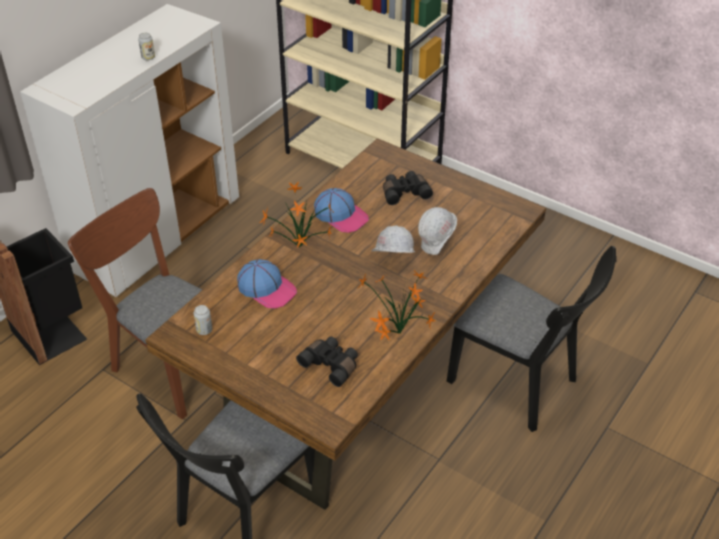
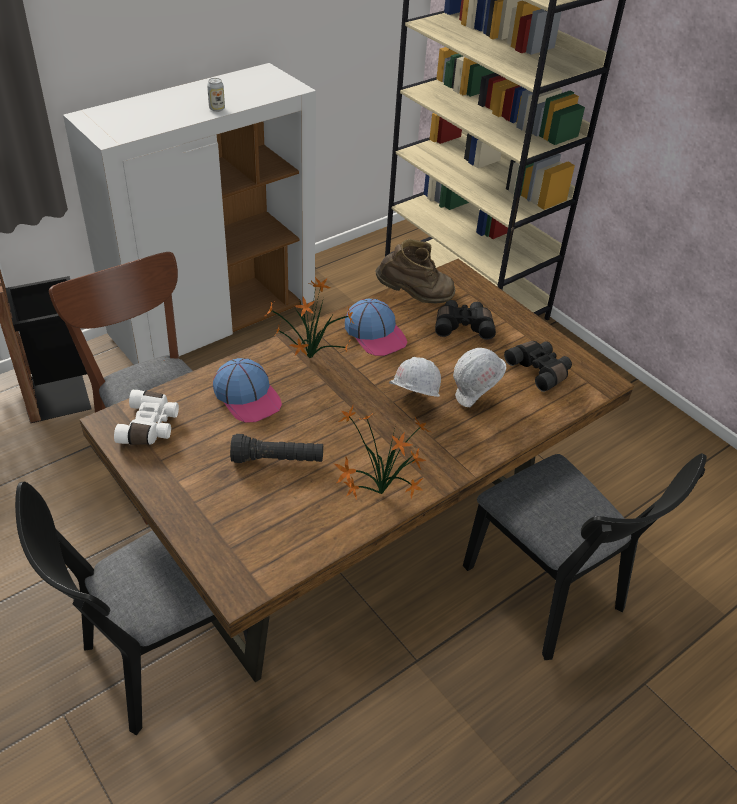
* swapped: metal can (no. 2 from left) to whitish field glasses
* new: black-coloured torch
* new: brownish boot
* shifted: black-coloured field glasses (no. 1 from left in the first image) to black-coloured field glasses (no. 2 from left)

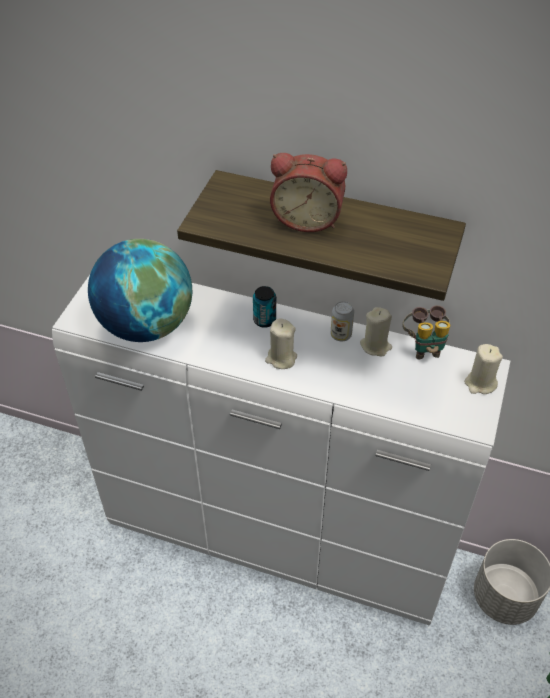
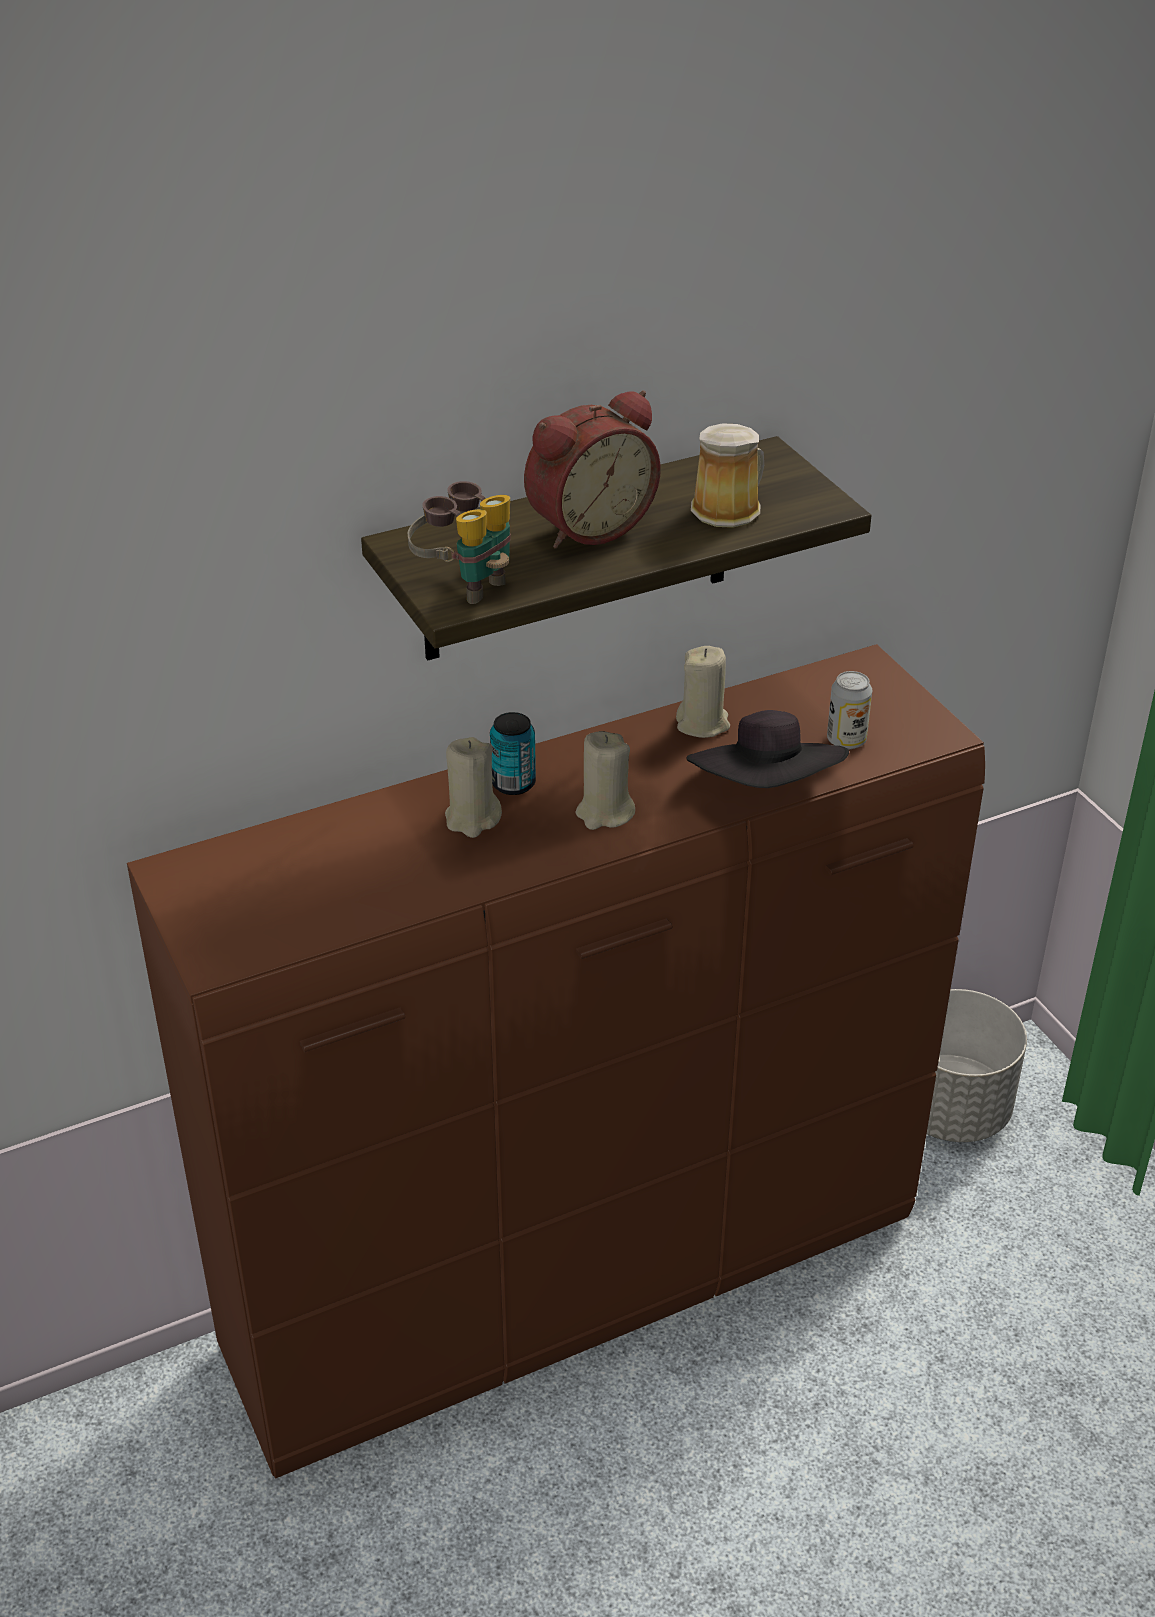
* repainted: whitish drawer chest to brownish drawer chest
* shifted: field glasses
* shifted: sand-coloured wax light (no. 3 from left in the first image) to sand-coloured wax light (no. 1 from left)
* new: black-coloured clothing hat
* new: coffee mug
* shifted: metal can (no. 2 from left)
* gone: world globe

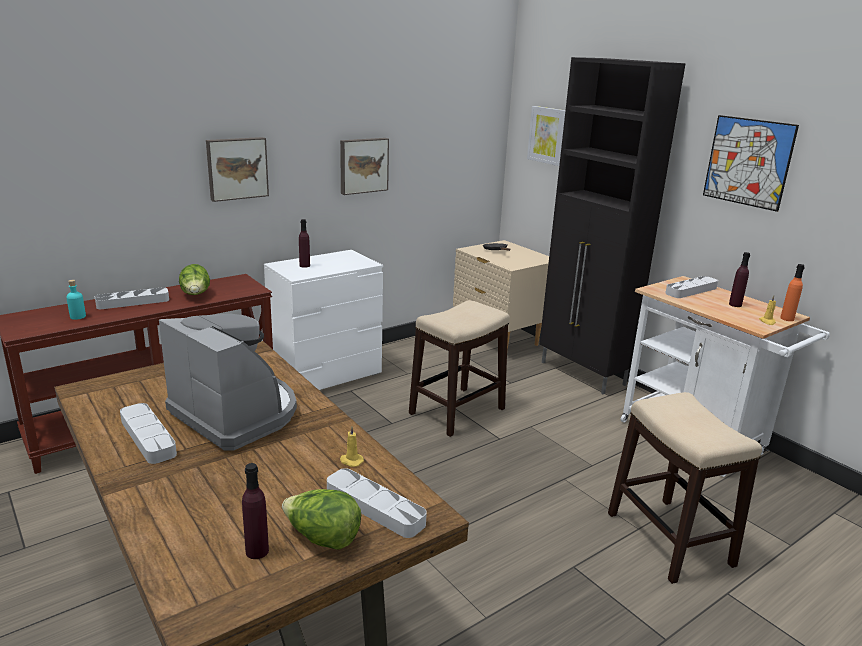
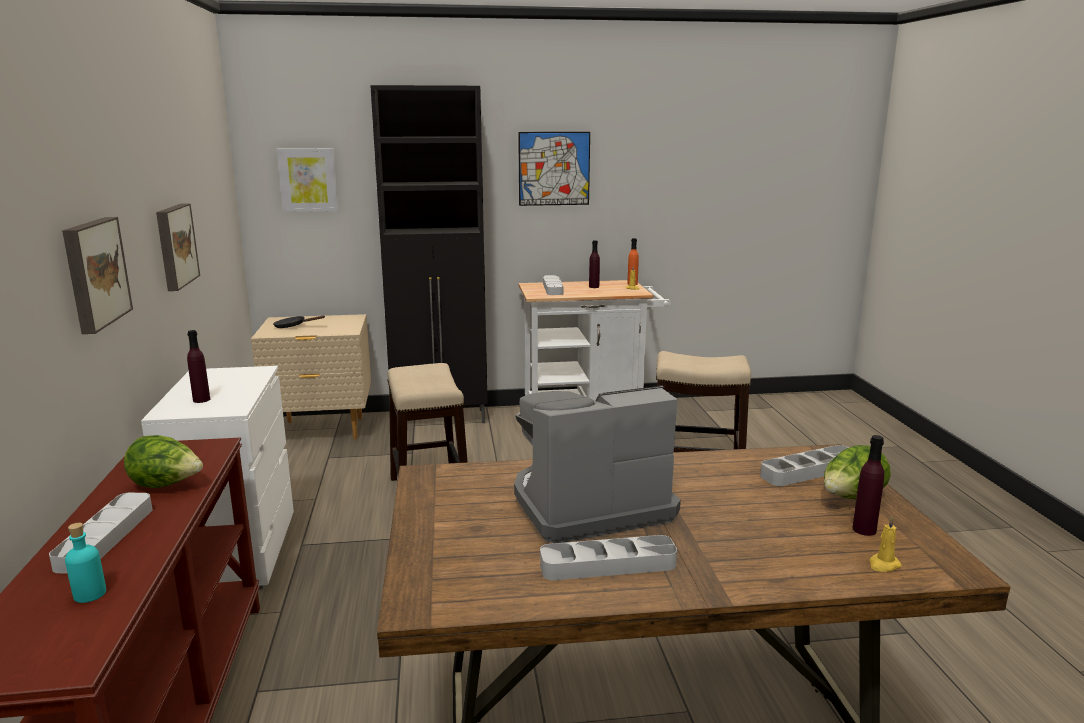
* shifted: yellow wax light (no. 1 from left in the first image) to yellow wax light (no. 2 from left)

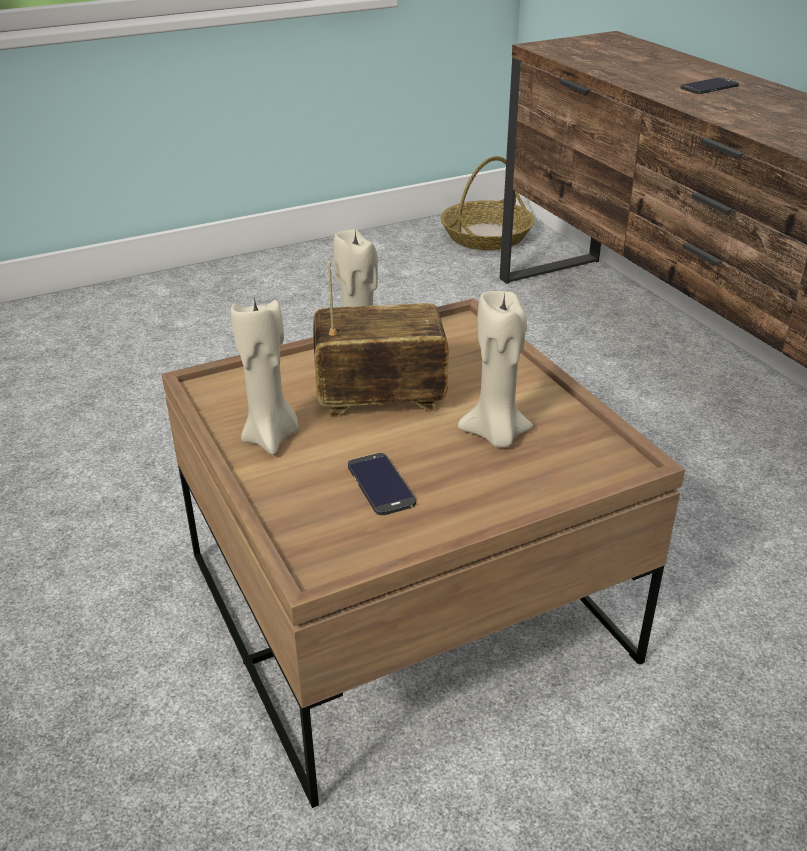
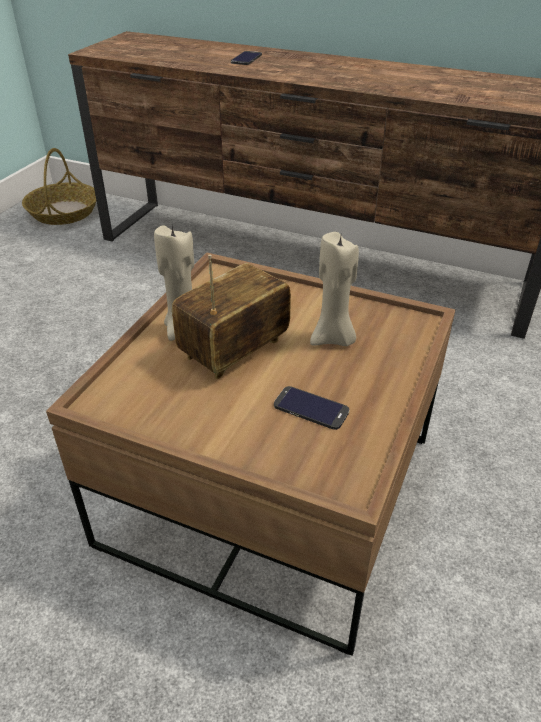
* gone: sand-coloured wax light (no. 1 from left)

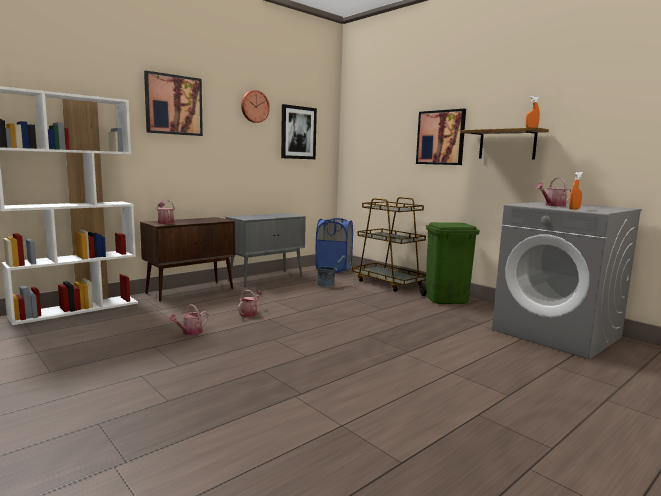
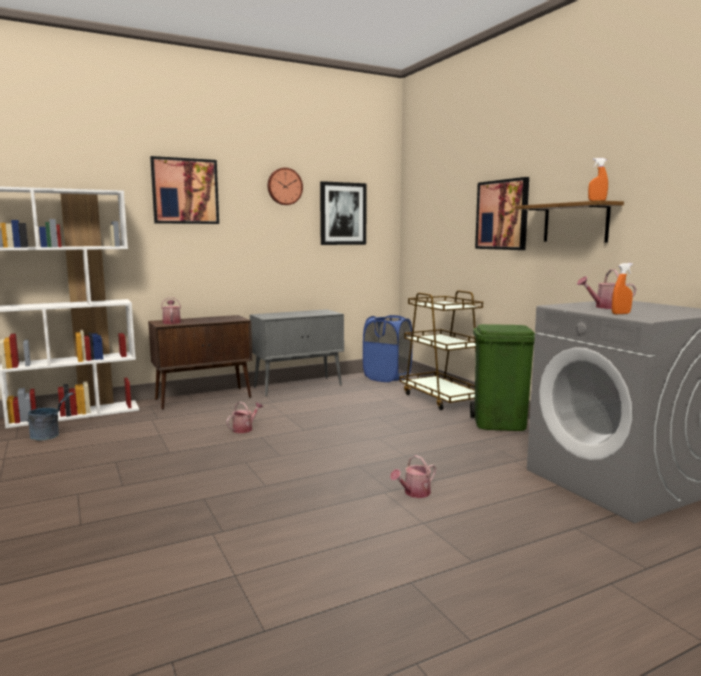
* shifted: gray water bucket
* shifted: sprinkling can (no. 2 from left in the first image) to sprinkling can (no. 3 from left)

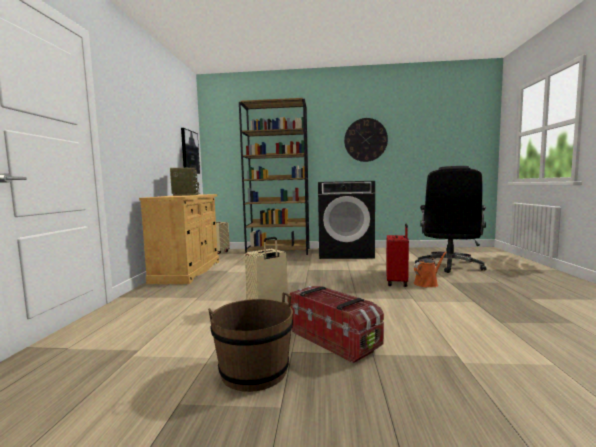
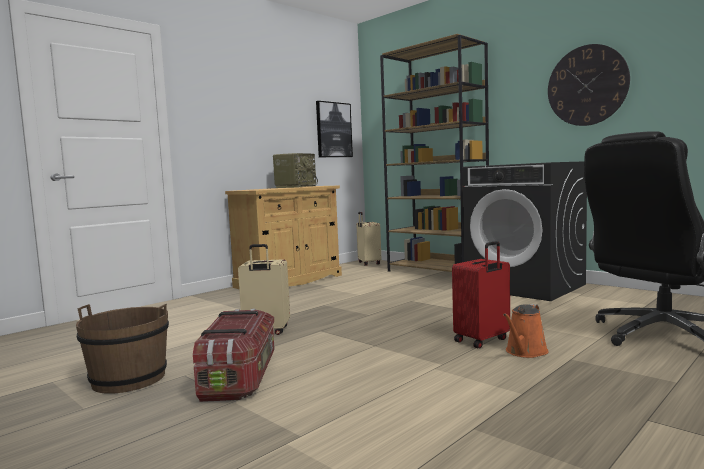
* rotated: orangey sprinkling can 120 degrees clockwise

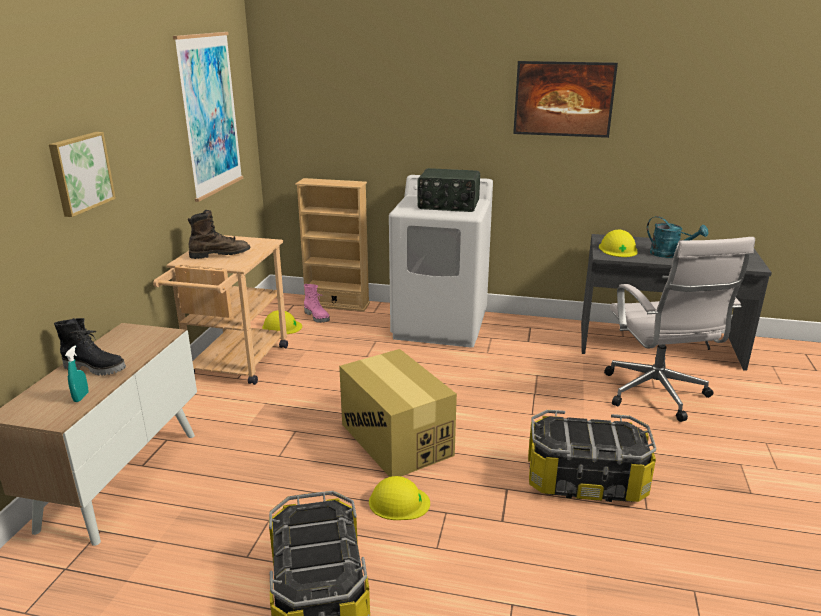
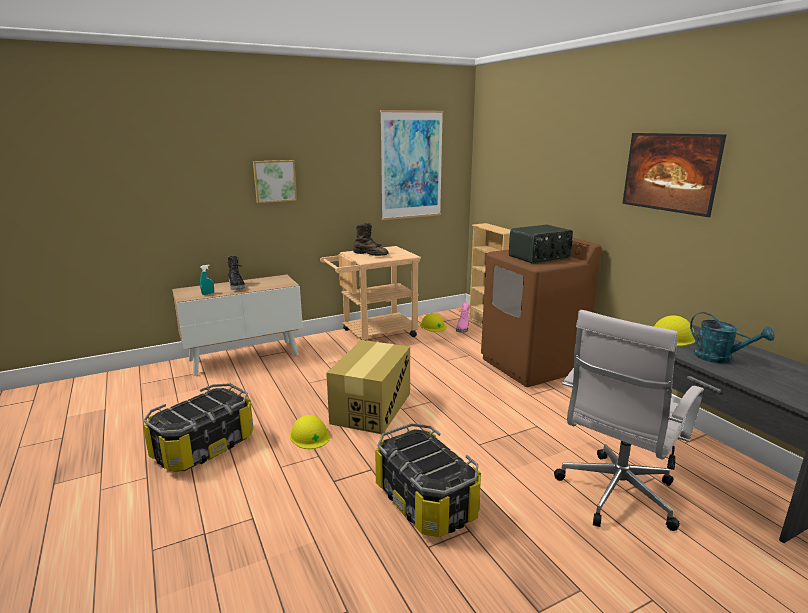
* repainted: whitish laundry appliance to brownish laundry appliance
* rotated: radio receiver 90 degrees counterclockwise
* rotated: blue-green sprinkling can 45 degrees counterclockwise

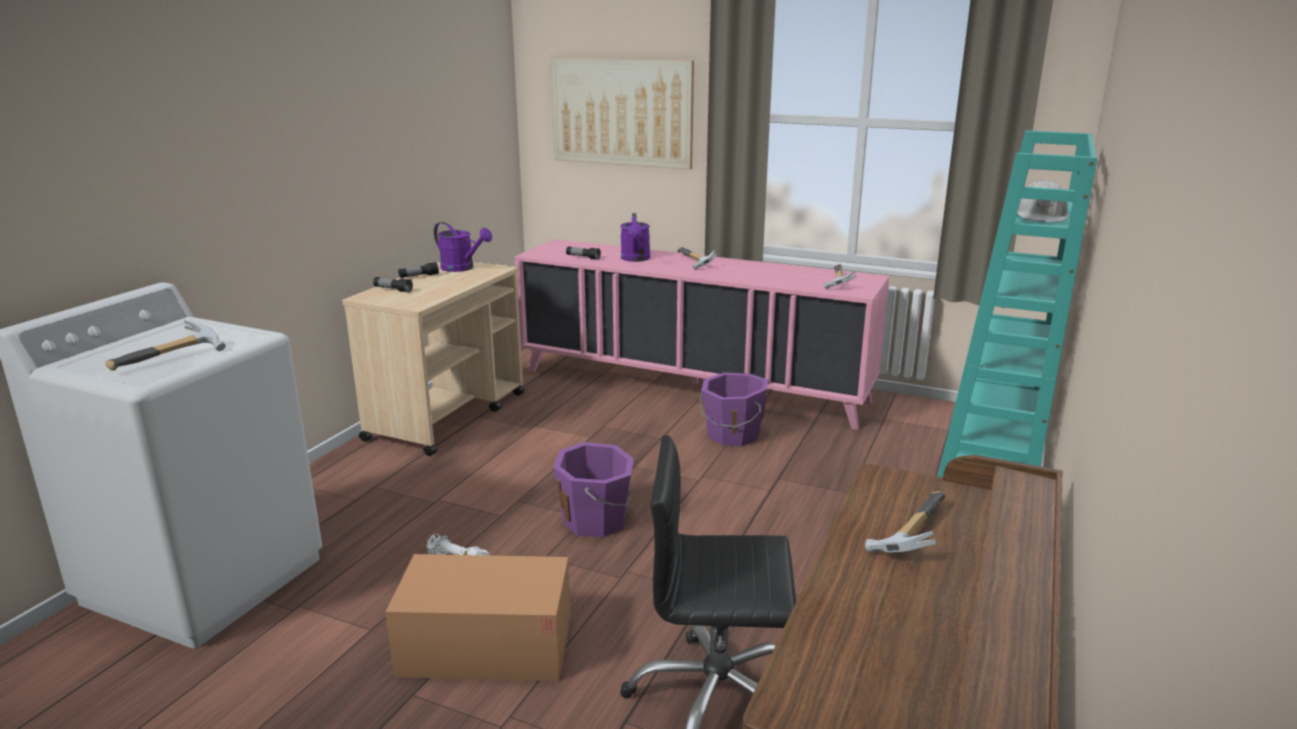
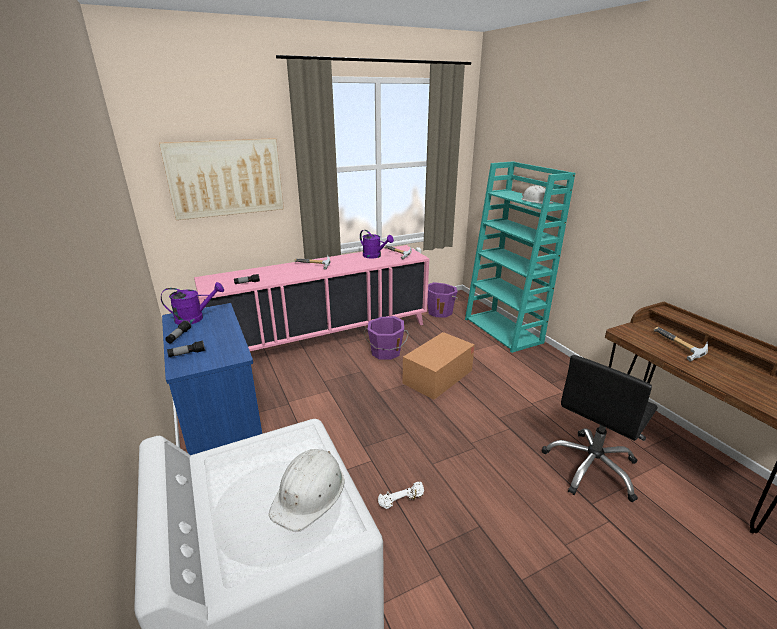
* repainted: sand-coloured trolley to bluish trolley
* swapped: hammer (no. 1 from left) to whitish safety helmet (no. 1 from left)
* shifted: purple-coloured sprinkling can (no. 2 from left)
* shifted: carton
* shifted: purple-coloured water bucket (no. 1 from left in the first image) to purple-coloured water bucket (no. 2 from left)

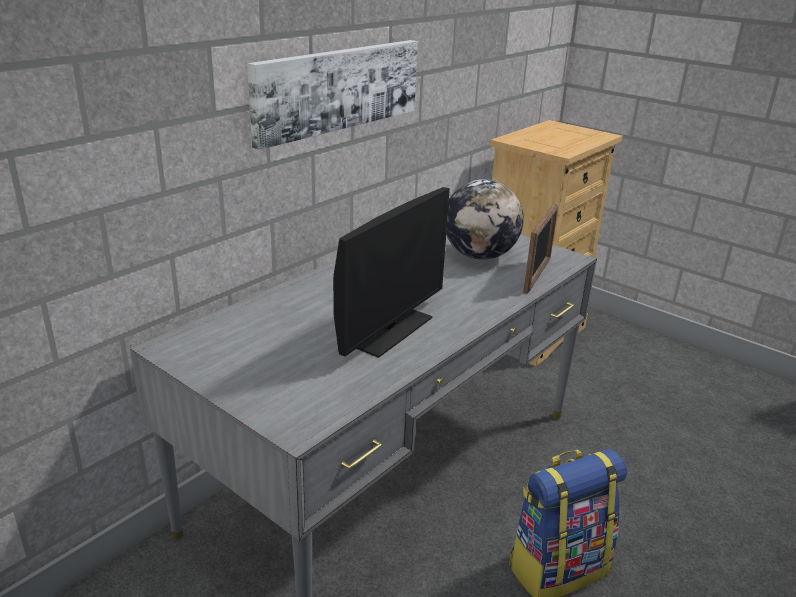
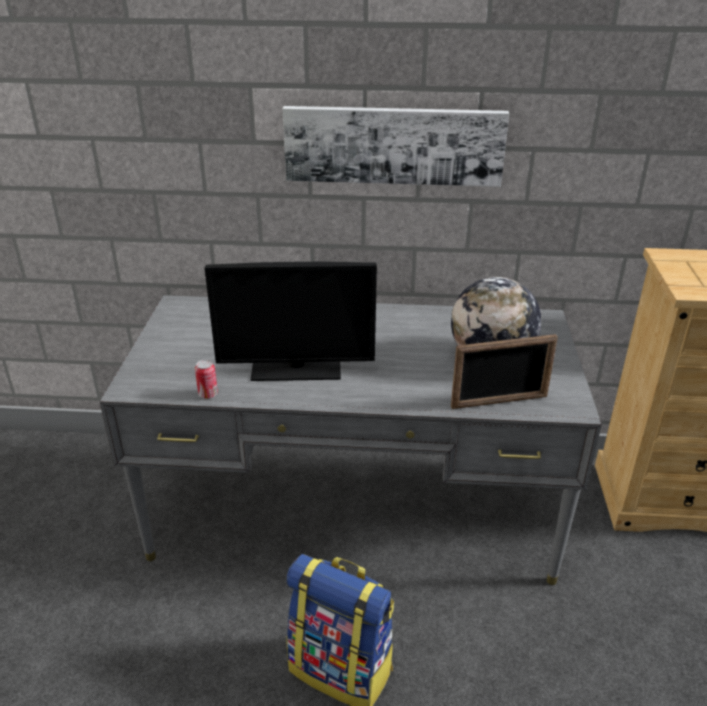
* new: metal can

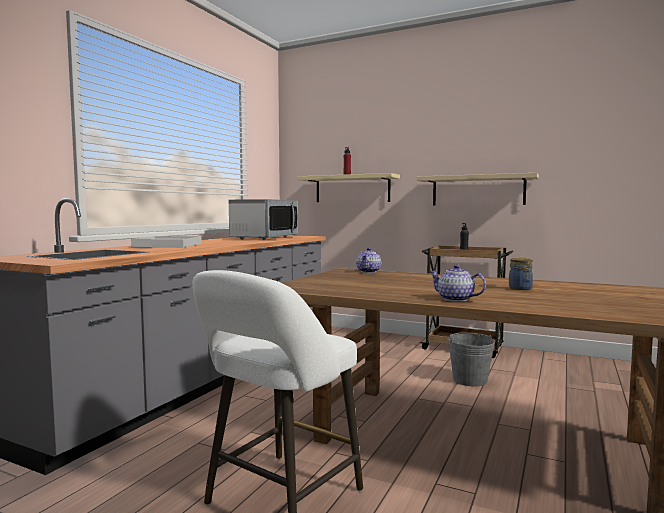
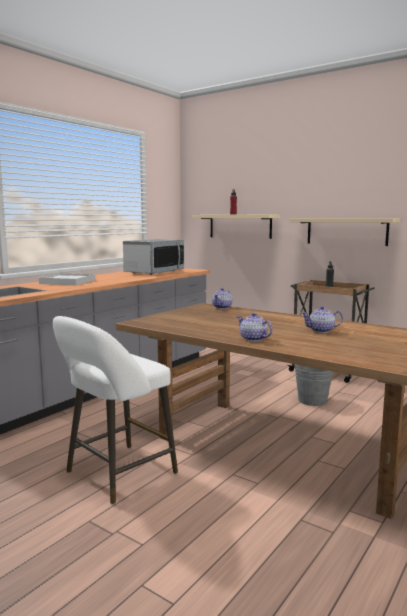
* swapped: preserve jar to tea pot (no. 3 from left)

